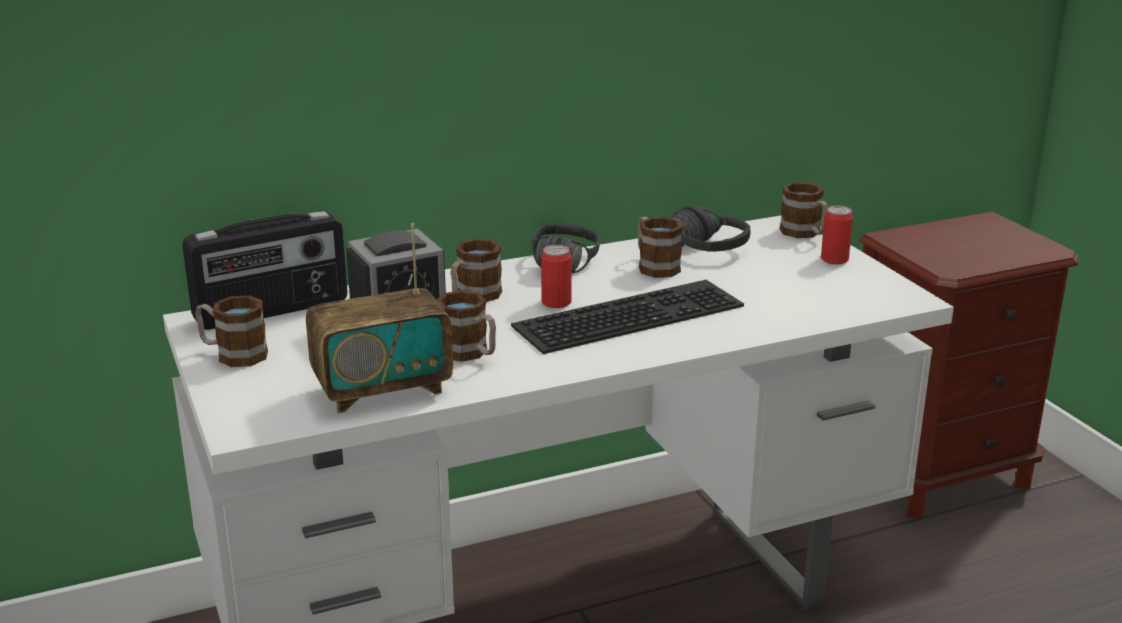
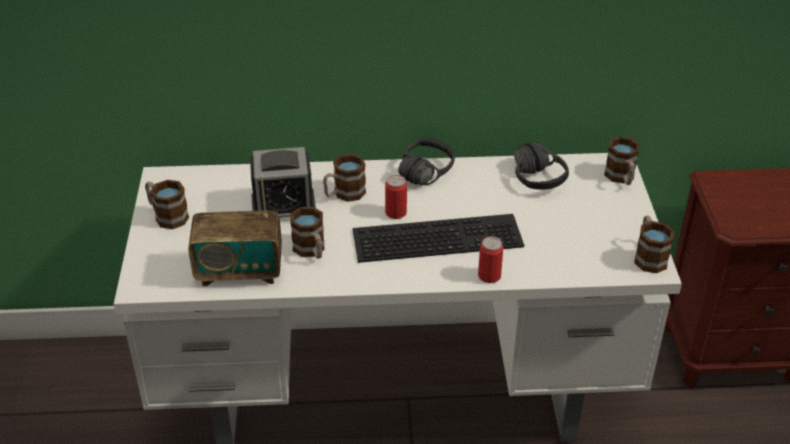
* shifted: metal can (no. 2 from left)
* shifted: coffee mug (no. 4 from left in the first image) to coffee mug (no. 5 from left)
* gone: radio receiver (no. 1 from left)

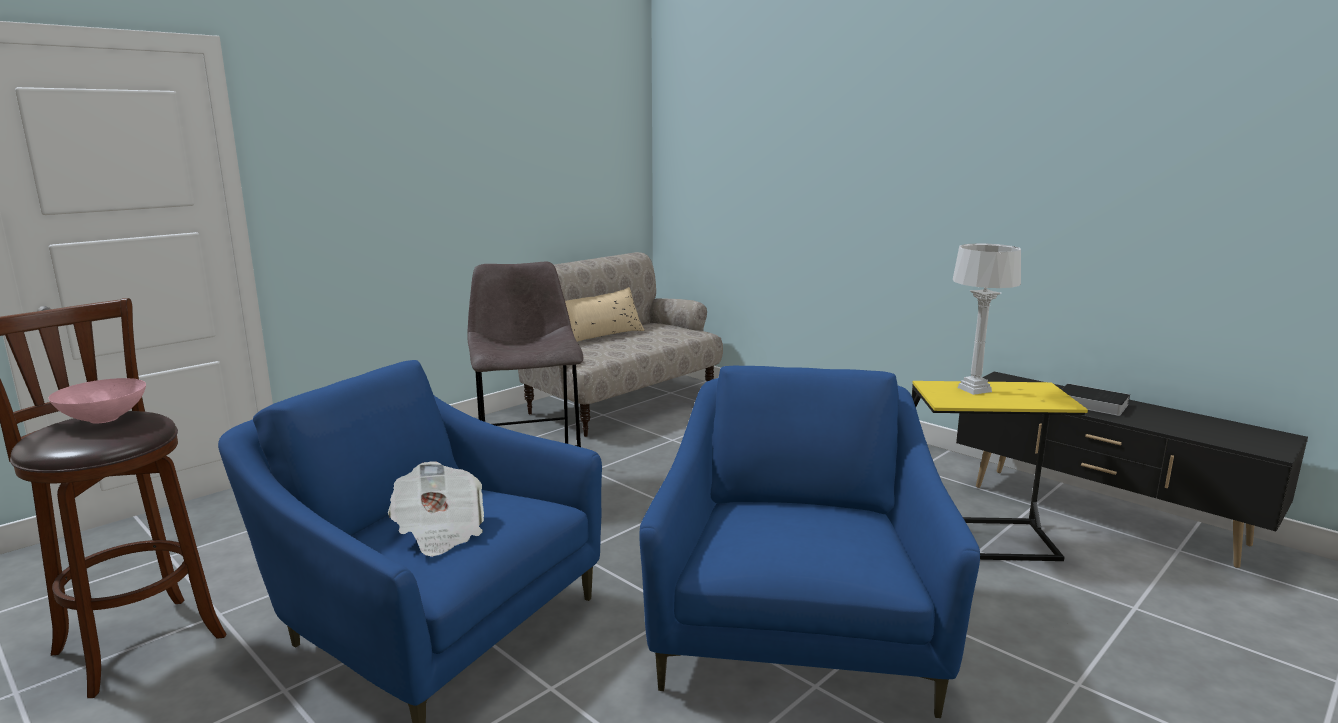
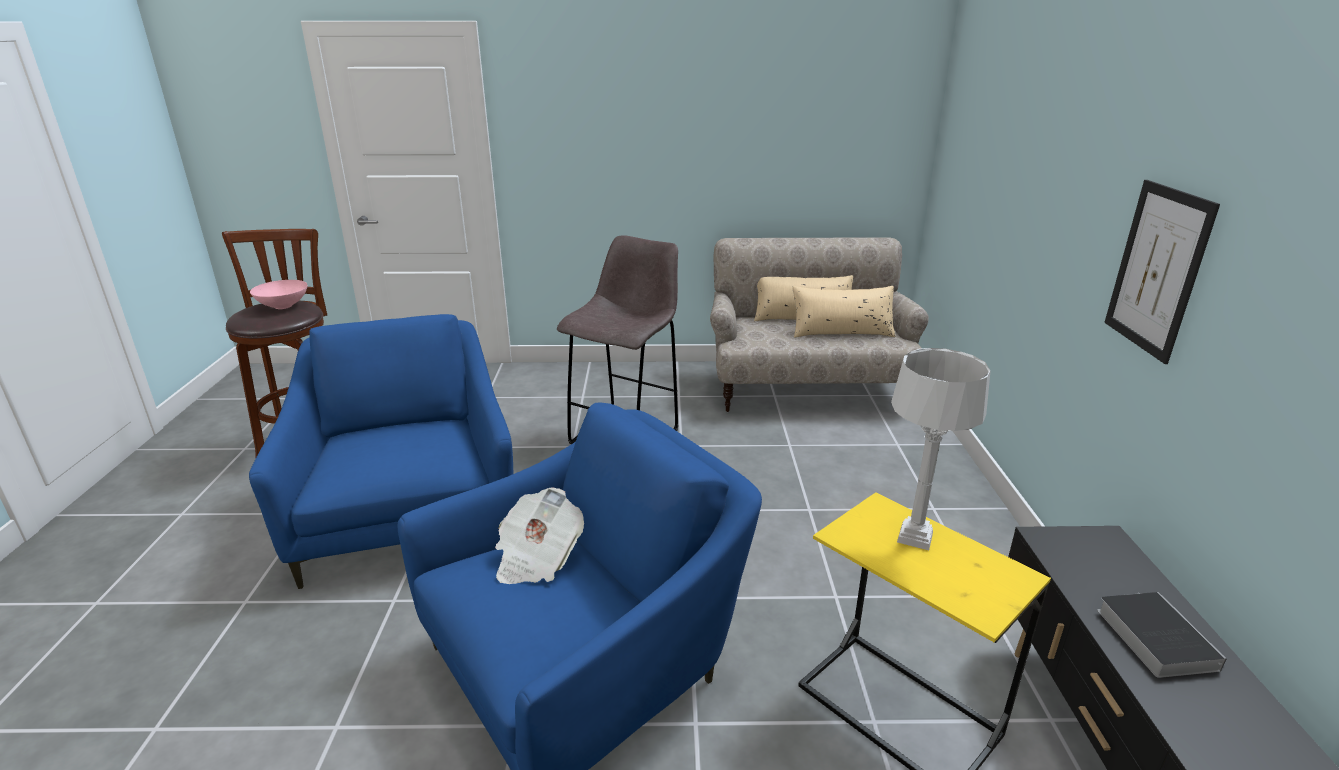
* shifted: newspaper
* new: sand-coloured cushion (no. 2 from left)
* new: wall picture

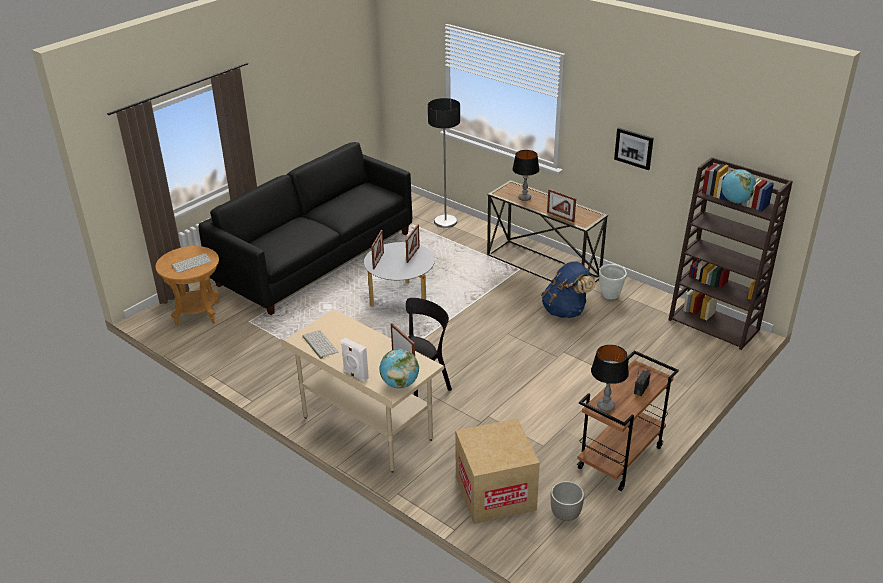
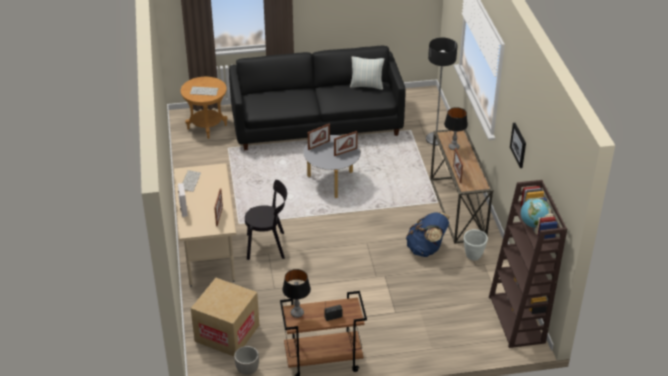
* new: cushion
* gone: world globe (no. 1 from left)

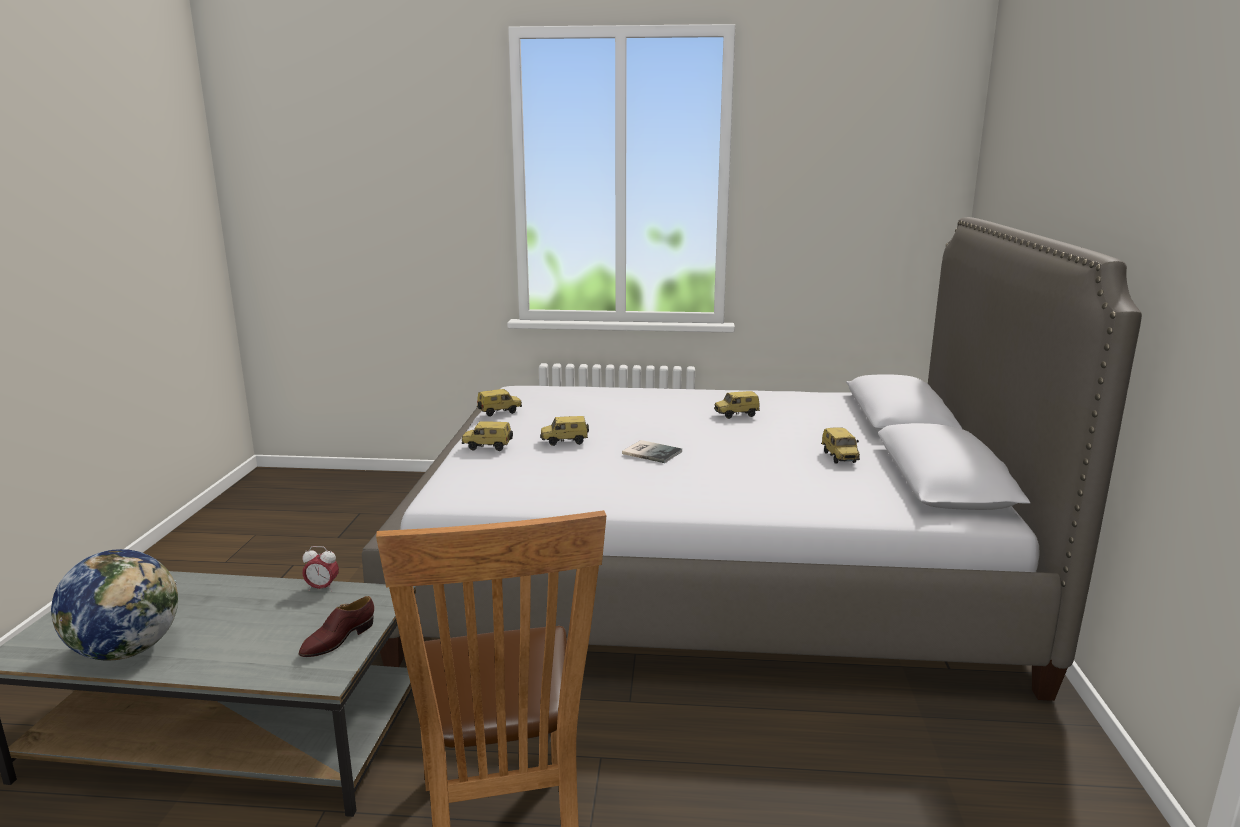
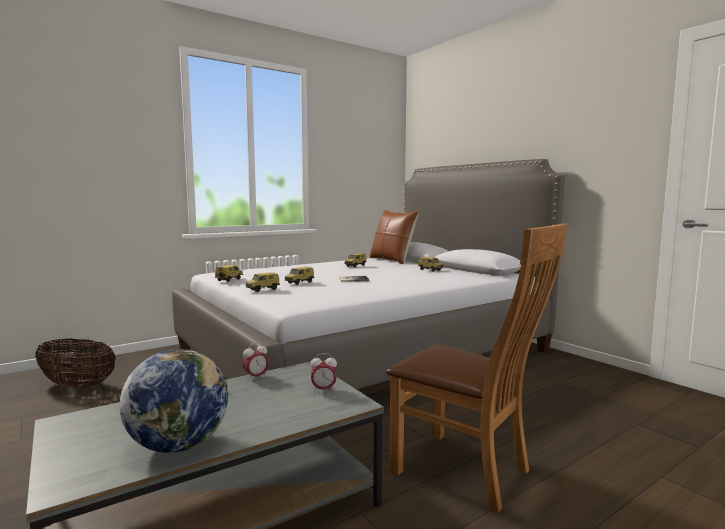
* new: basket
* swapped: brownish low shoe to alarm clock (no. 2 from left)
* new: brownish cushion

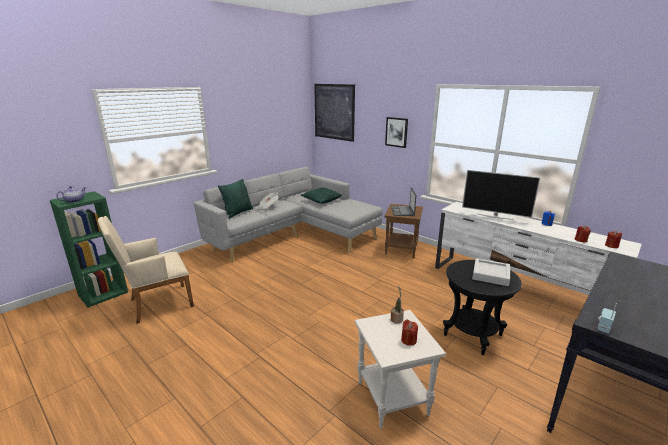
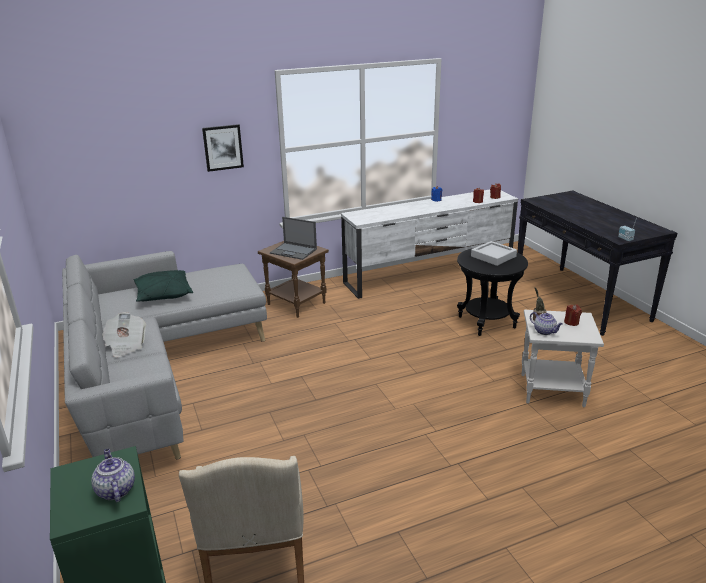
* new: tea pot (no. 2 from left)
* gone: green-coloured cushion (no. 1 from left)
* gone: wall picture (no. 1 from left)
* gone: TV set

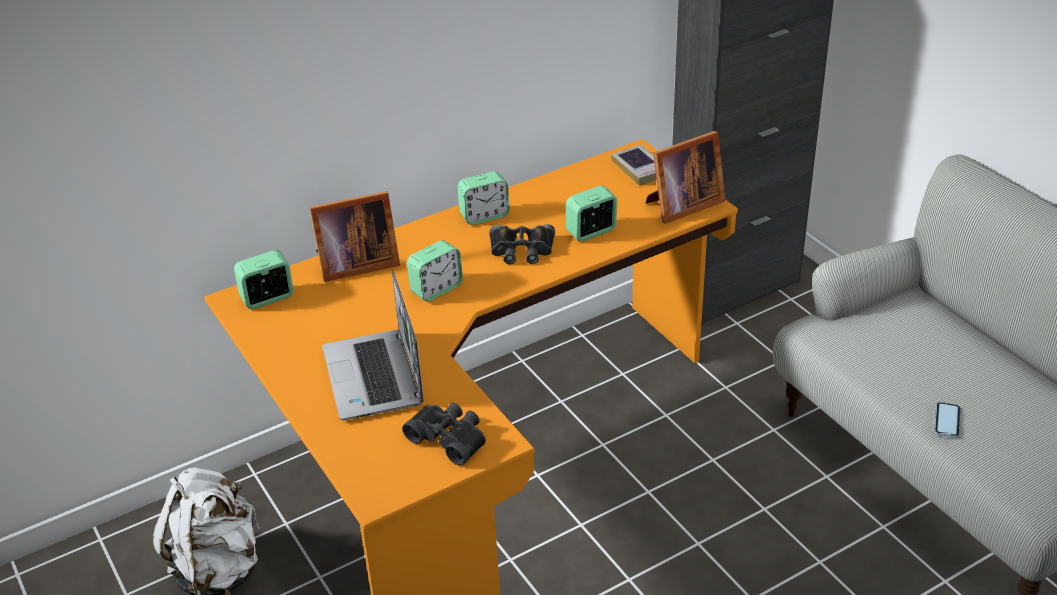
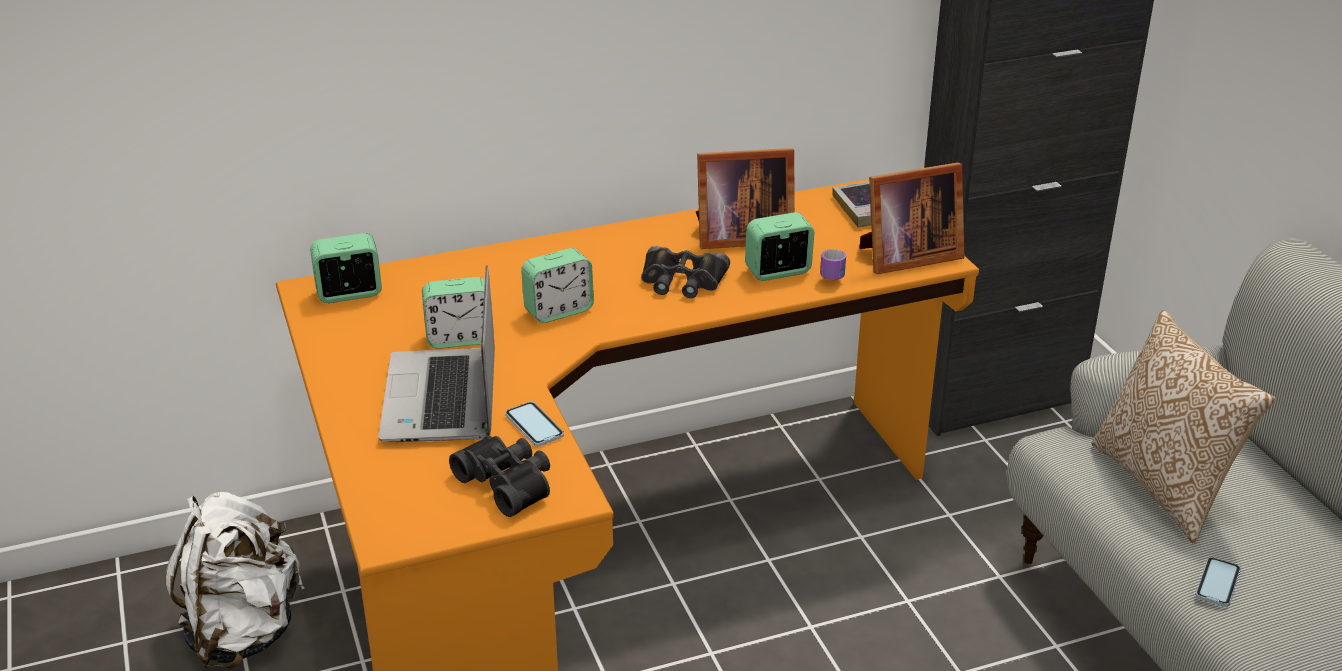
* shifted: alarm clock (no. 3 from left in the first image) to alarm clock (no. 2 from left)
* new: telephone (no. 1 from left)
* shifted: picture frame (no. 1 from left)
* new: coffee mug
* new: cushion

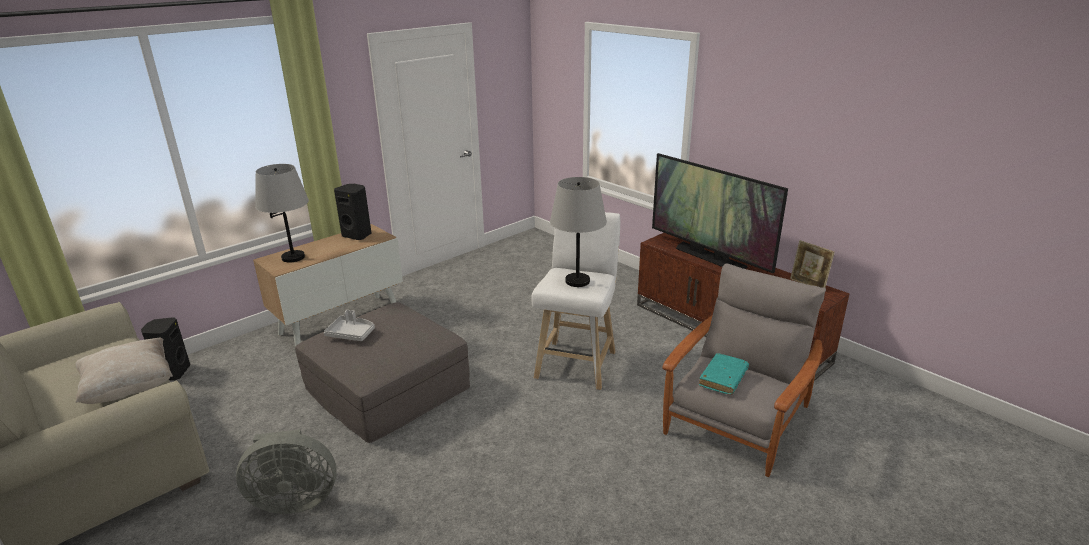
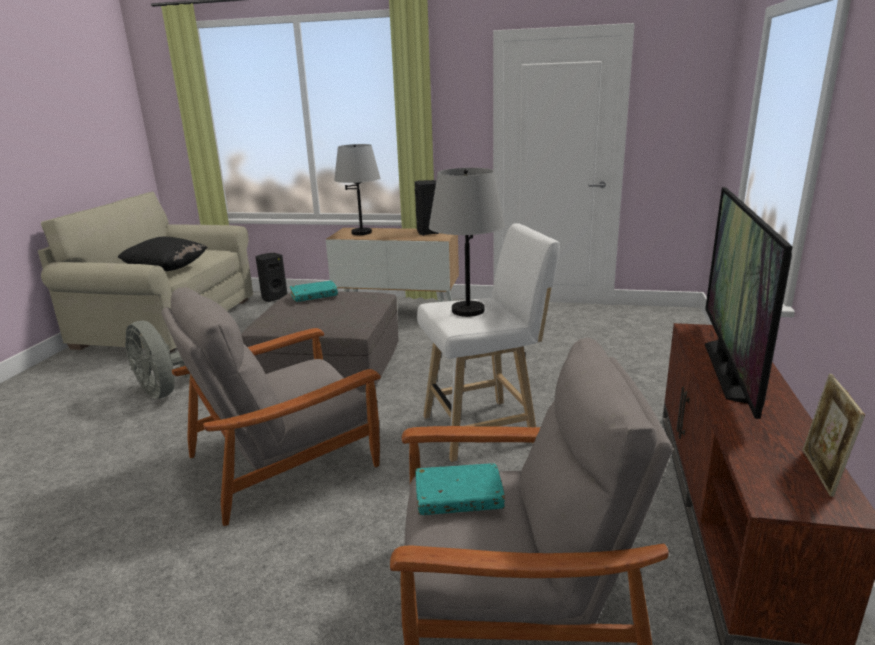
* repainted: sand-coloured cushion to black-coloured cushion
* new: gray armchair (no. 1 from left)
* swapped: gray serving tray to blue-green volume (no. 1 from left)

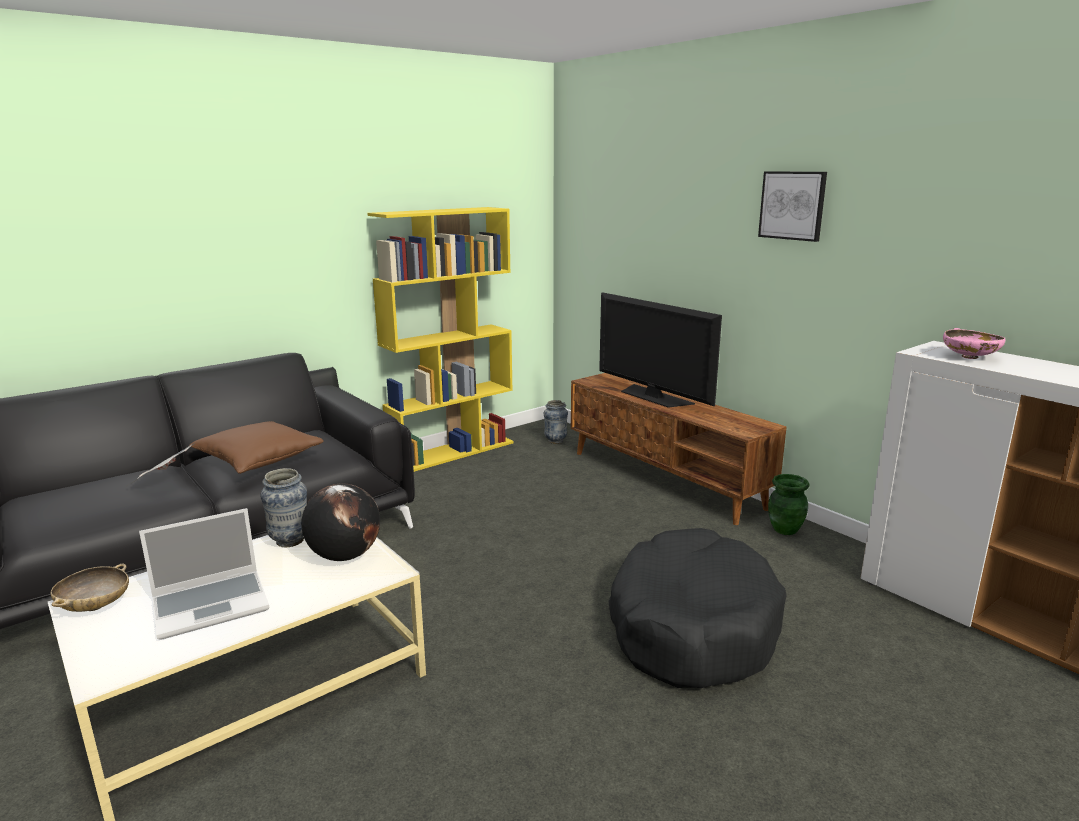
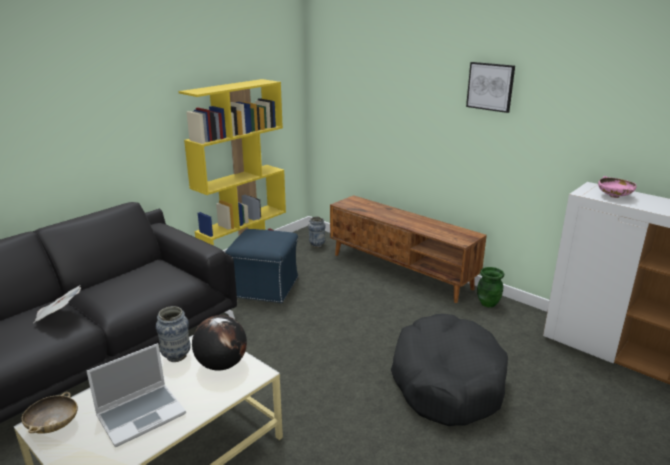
* new: bluish footrest
* gone: brownish cushion
* gone: TV set

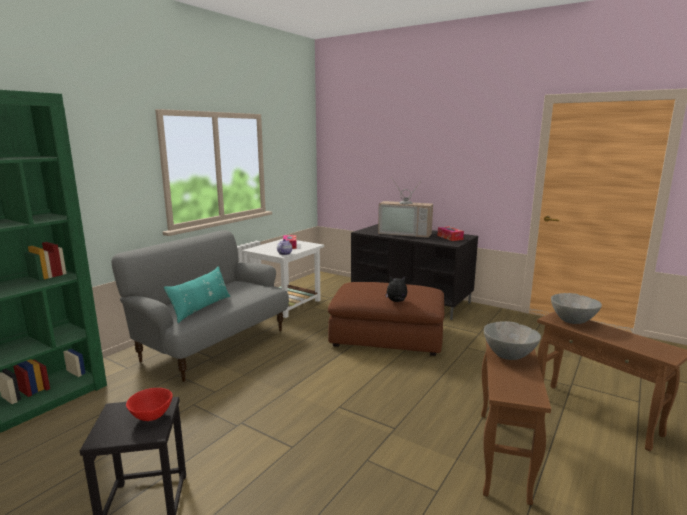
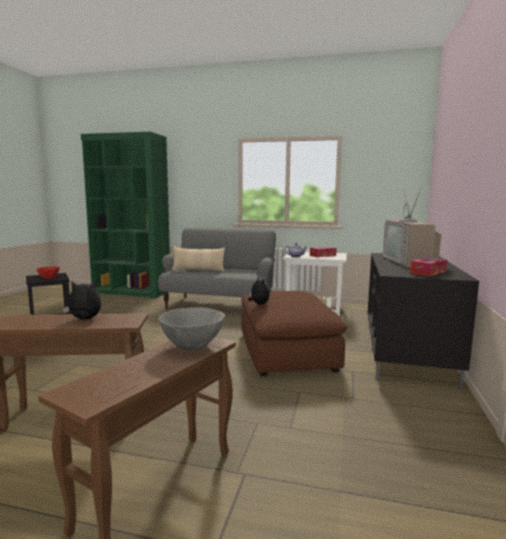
* swapped: gray deep dish (no. 1 from left) to cuddly toy (no. 1 from left)
* repainted: blue-green cushion to sand-coloured cushion

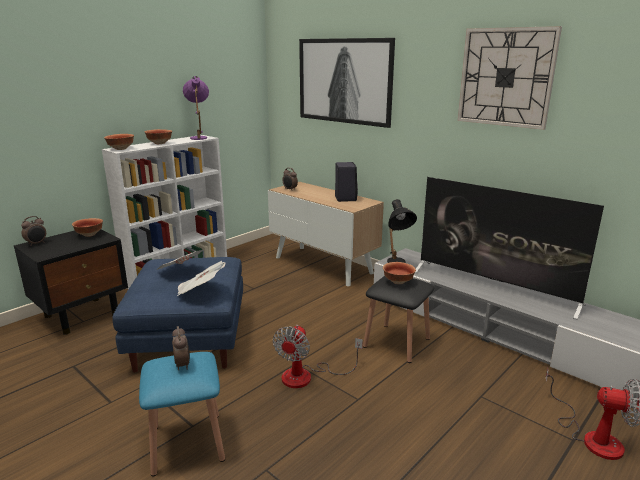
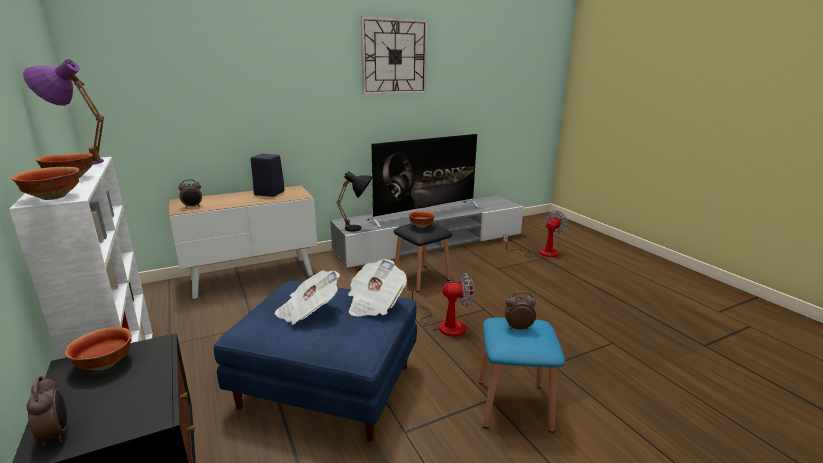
* rotated: cooling fan (no. 1 from left) 45 degrees counterclockwise
* gone: wall picture

